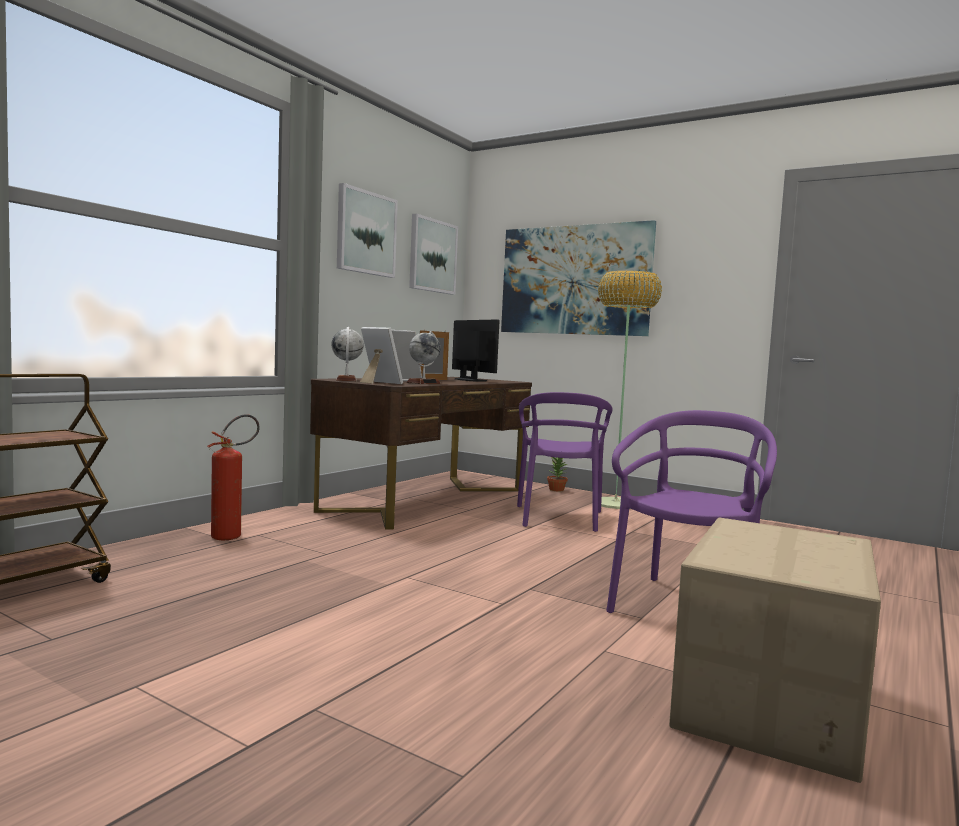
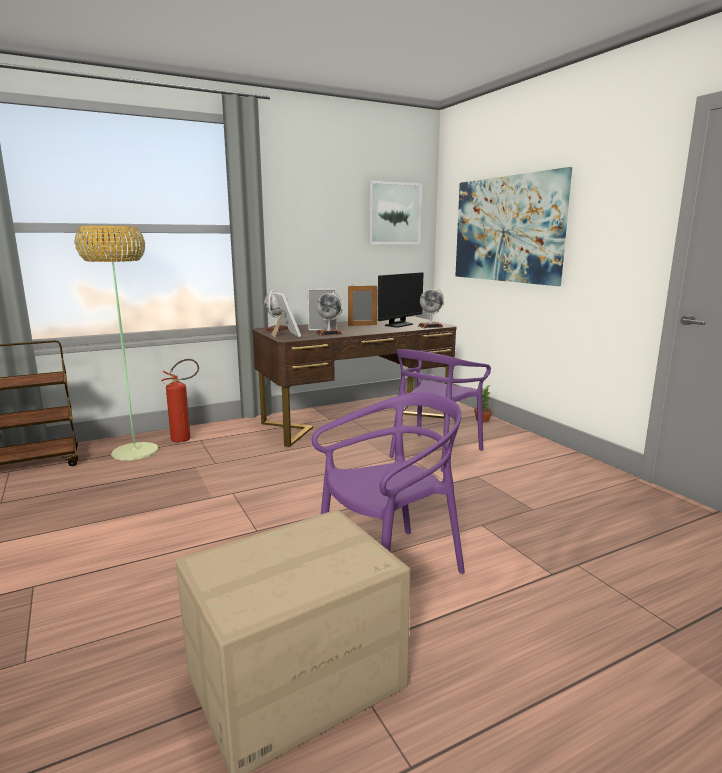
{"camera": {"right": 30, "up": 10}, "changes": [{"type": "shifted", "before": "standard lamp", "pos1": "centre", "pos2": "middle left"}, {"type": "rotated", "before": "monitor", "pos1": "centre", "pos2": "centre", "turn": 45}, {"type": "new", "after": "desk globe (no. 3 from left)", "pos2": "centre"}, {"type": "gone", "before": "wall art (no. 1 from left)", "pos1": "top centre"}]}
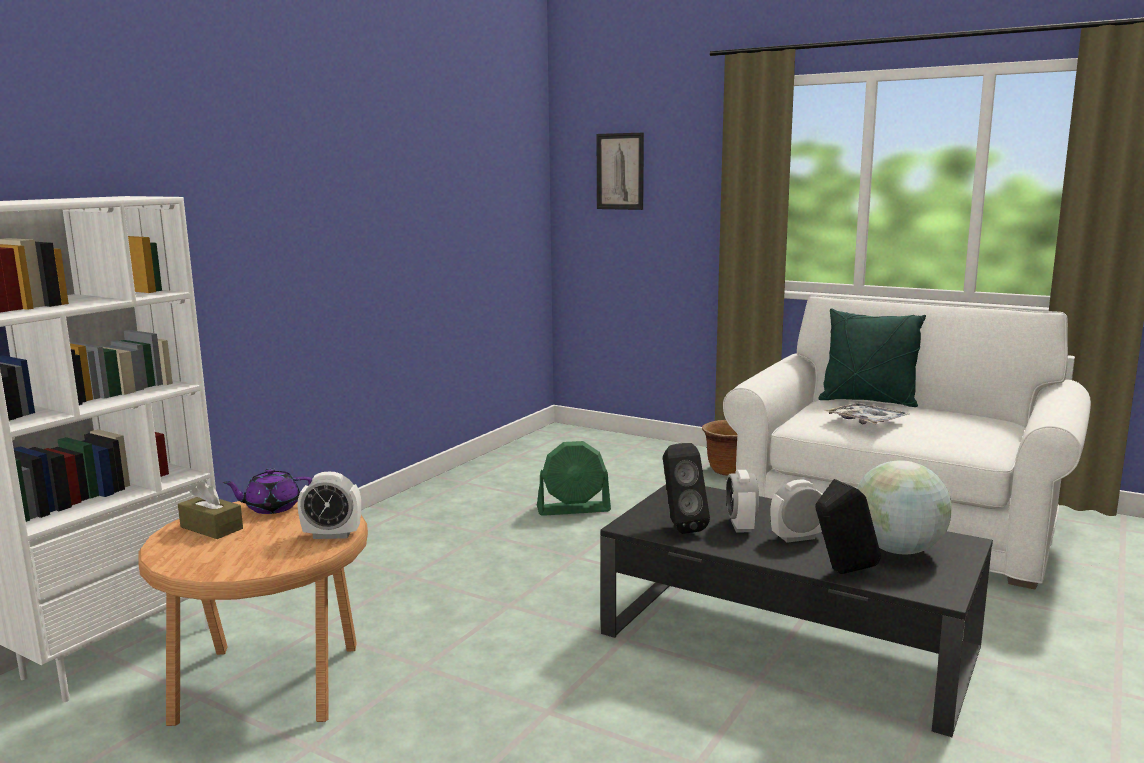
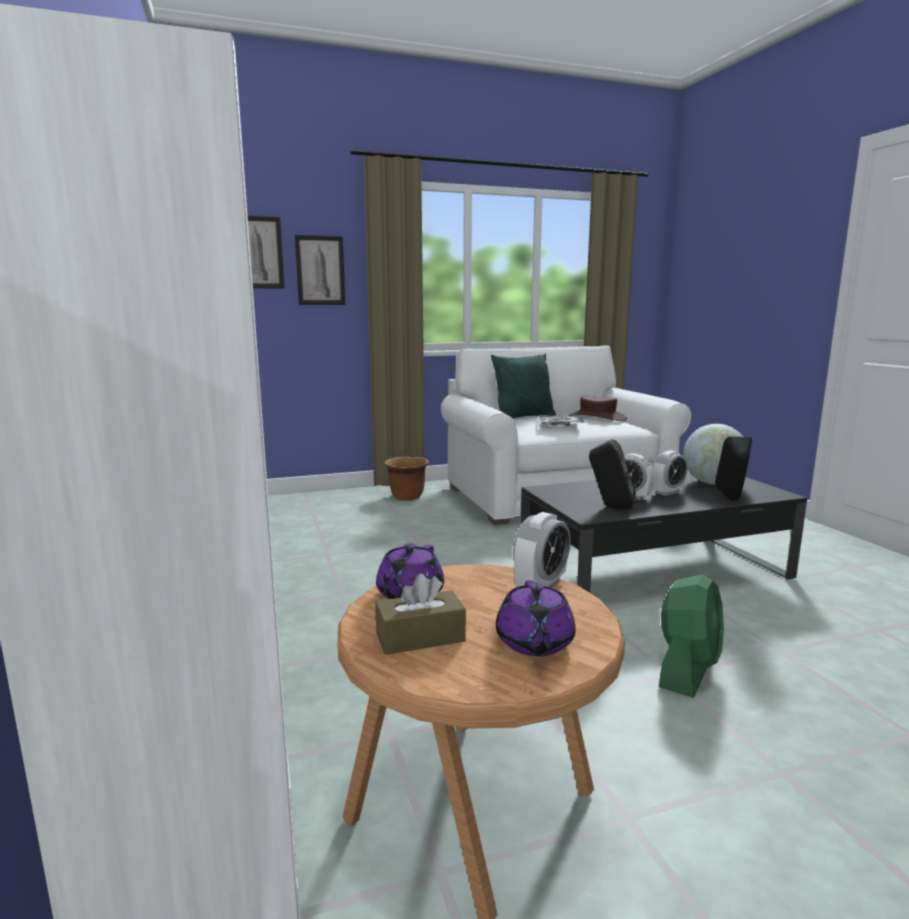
{"camera": {"right": -50, "up": 0}, "changes": [{"type": "new", "after": "wall art (no. 2 from left)", "pos2": "top centre"}, {"type": "new", "after": "tea pot in purple-coloured (no. 2 from left)", "pos2": "bottom centre"}, {"type": "new", "after": "clothing hat in brownish", "pos2": "centre"}, {"type": "rotated", "before": "table clock (no. 3 from left)", "pos1": "bottom right", "pos2": "middle right", "turn": -150}, {"type": "shifted", "before": "electric fan in greenish", "pos1": "centre", "pos2": "bottom right"}]}
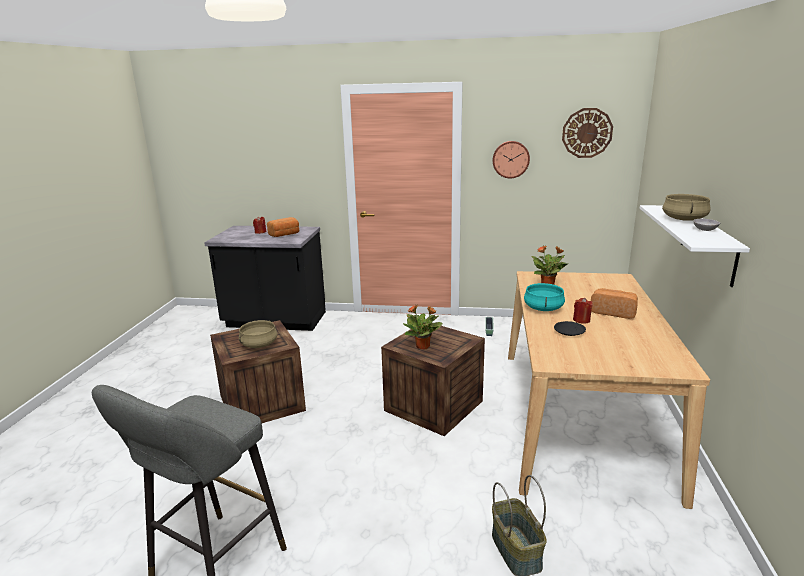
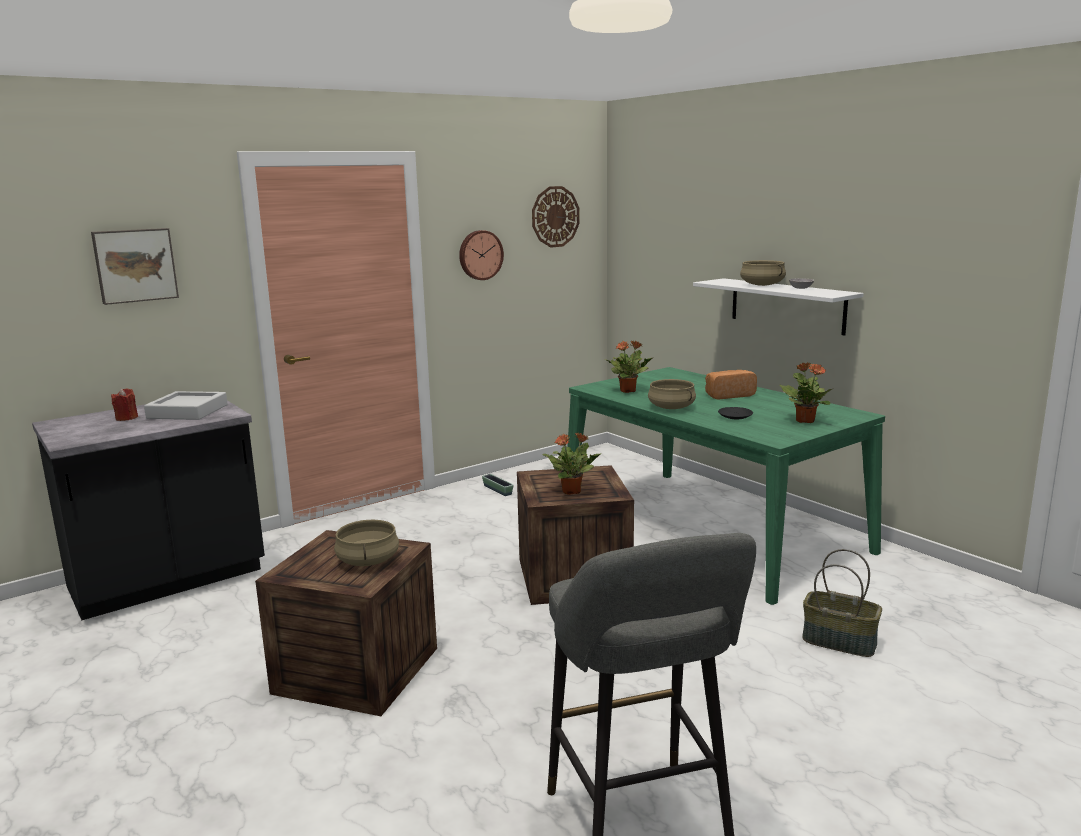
{"camera": {"right": -45, "up": -5}, "changes": [{"type": "new", "after": "wall art", "pos2": "top left"}, {"type": "swapped", "before": "bread (no. 1 from left)", "after": "tray in greyish", "pos1": "centre", "pos2": "middle left"}, {"type": "repainted", "before": "dinner table in beige", "after": "dinner table in greenish", "pos1": "bottom right", "pos2": "middle right"}, {"type": "repainted", "before": "stockpot in turquoise", "after": "stockpot in beige (no. 2 from left)", "pos1": "middle right", "pos2": "centre"}, {"type": "new", "after": "plant in a pot (no. 3 from left)", "pos2": "middle right"}, {"type": "gone", "before": "wax candle in reddish (no. 2 from left)", "pos1": "middle right"}]}
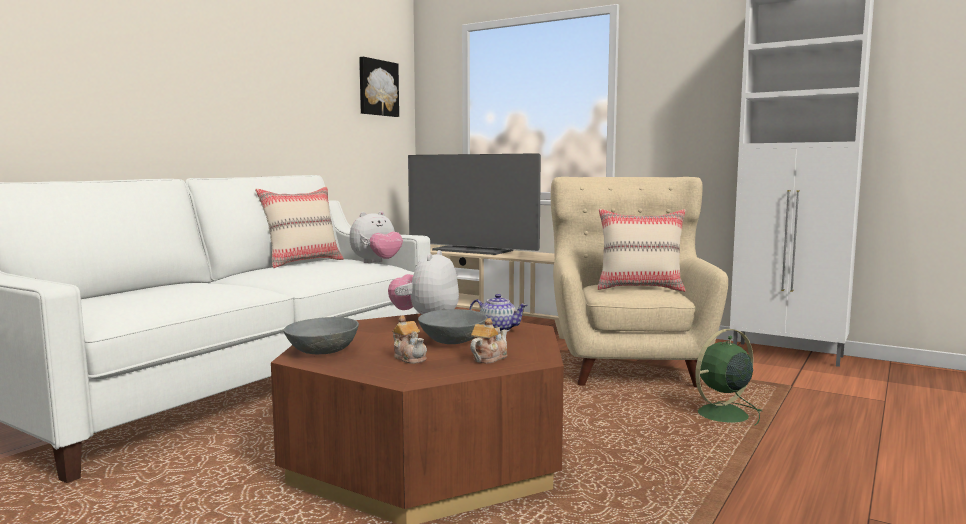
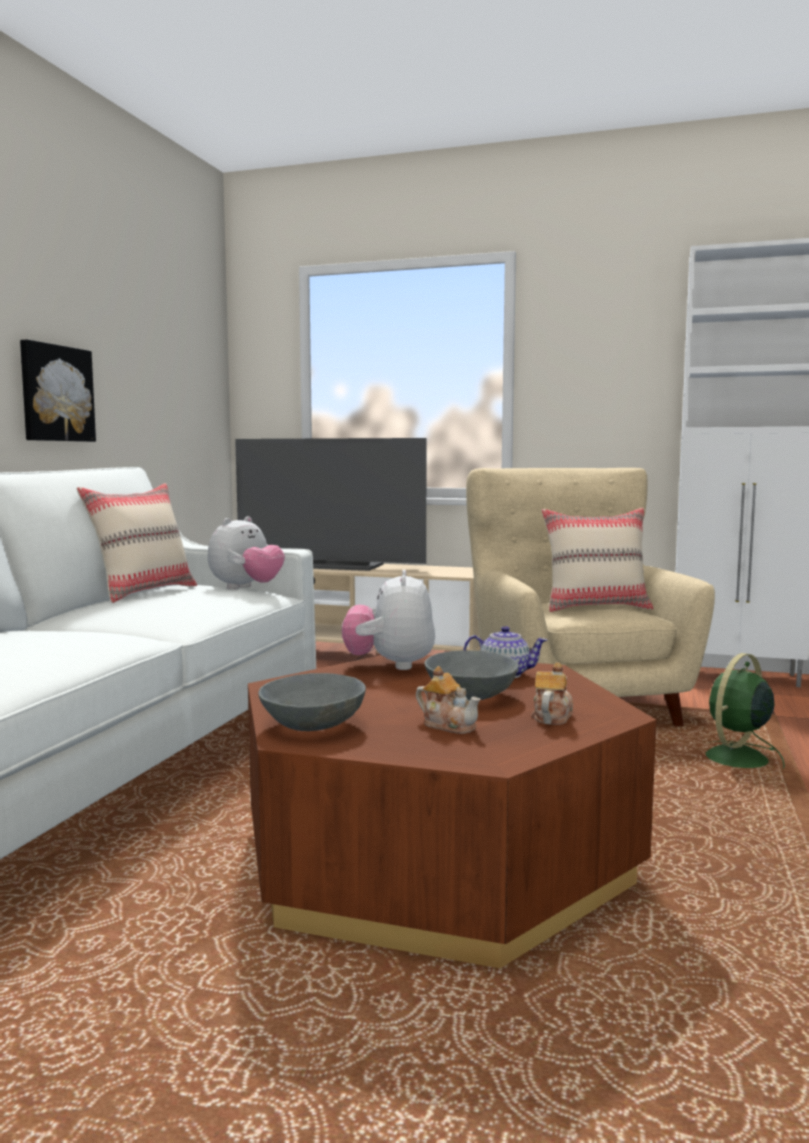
{"camera": {"right": -15, "up": 0}, "changes": [{"type": "shifted", "before": "wall art", "pos1": "top centre", "pos2": "middle left"}]}
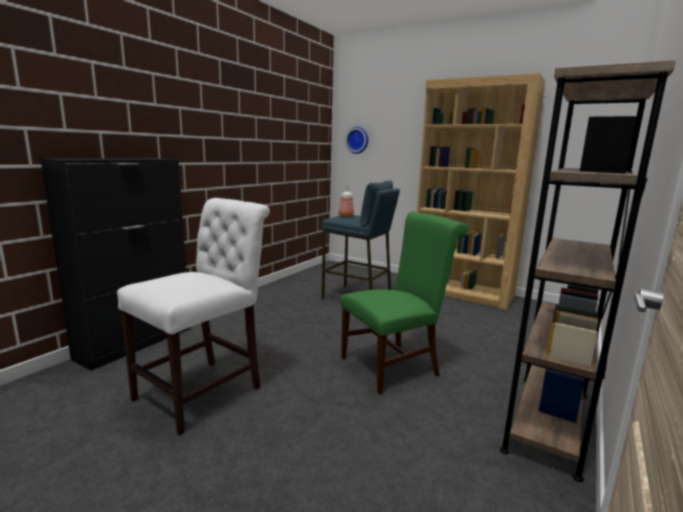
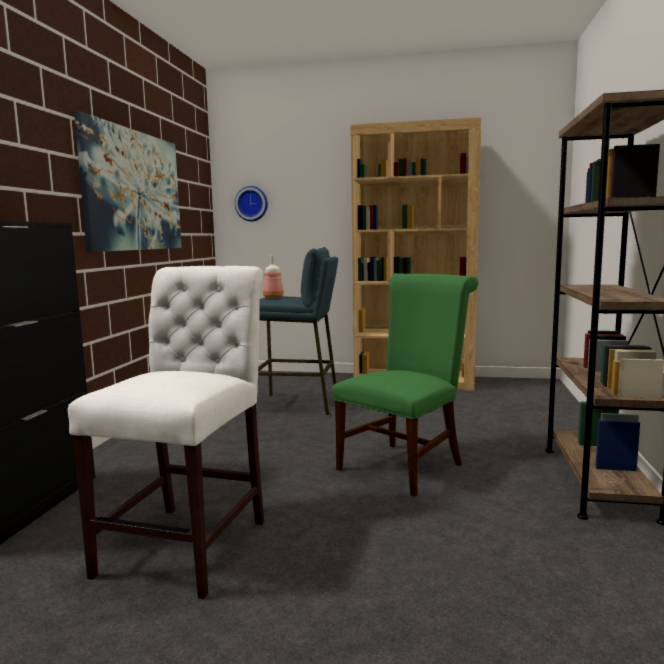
{"camera": {"right": -20, "up": -5}, "changes": [{"type": "new", "after": "wall art", "pos2": "top left"}]}
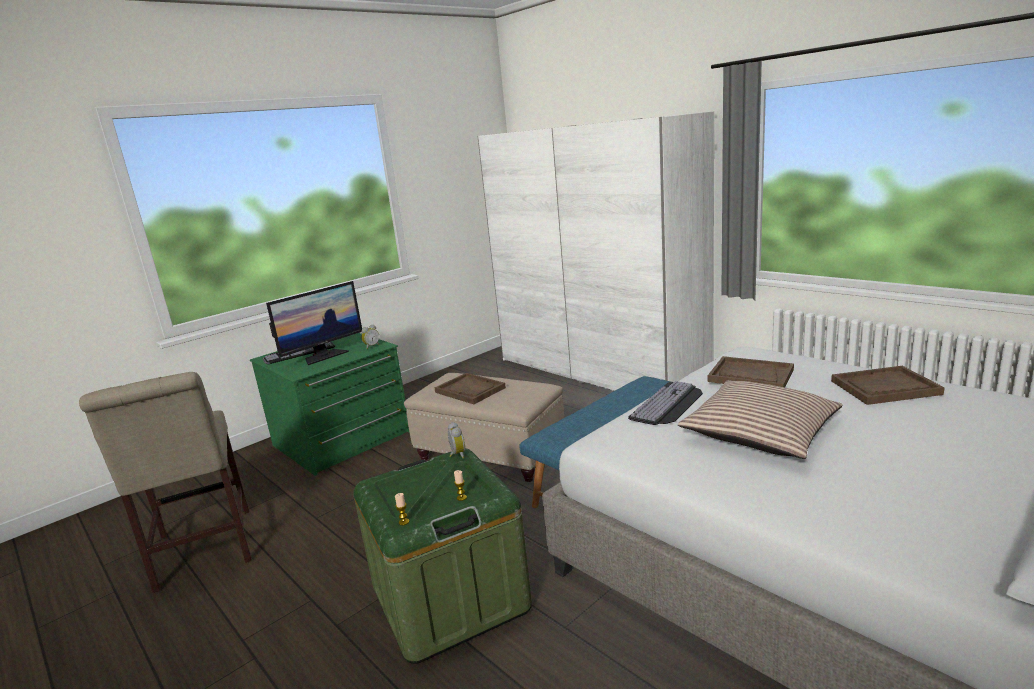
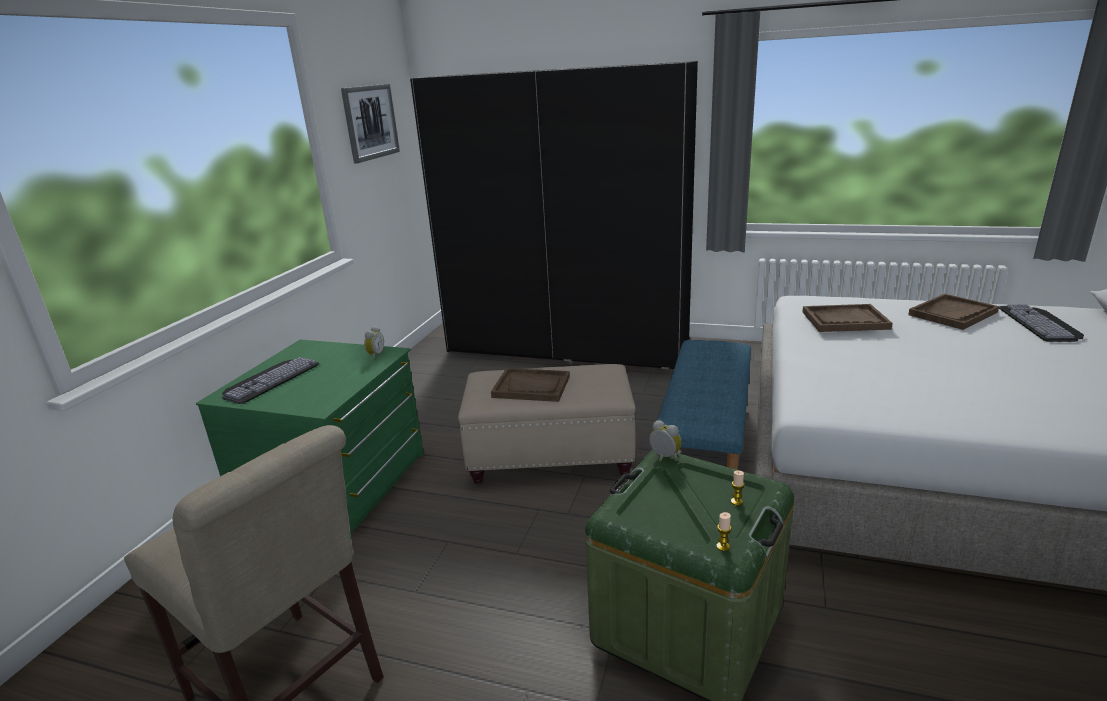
{"camera": {"right": -30, "up": 5}, "changes": [{"type": "new", "after": "wall art", "pos2": "top centre"}, {"type": "repainted", "before": "wardrobe in whitish", "after": "wardrobe in blackish", "pos1": "centre", "pos2": "top centre"}, {"type": "shifted", "before": "PC keyboard (no. 2 from left)", "pos1": "centre", "pos2": "middle right"}, {"type": "gone", "before": "monitor", "pos1": "middle left"}, {"type": "gone", "before": "throw pillow", "pos1": "middle right"}]}
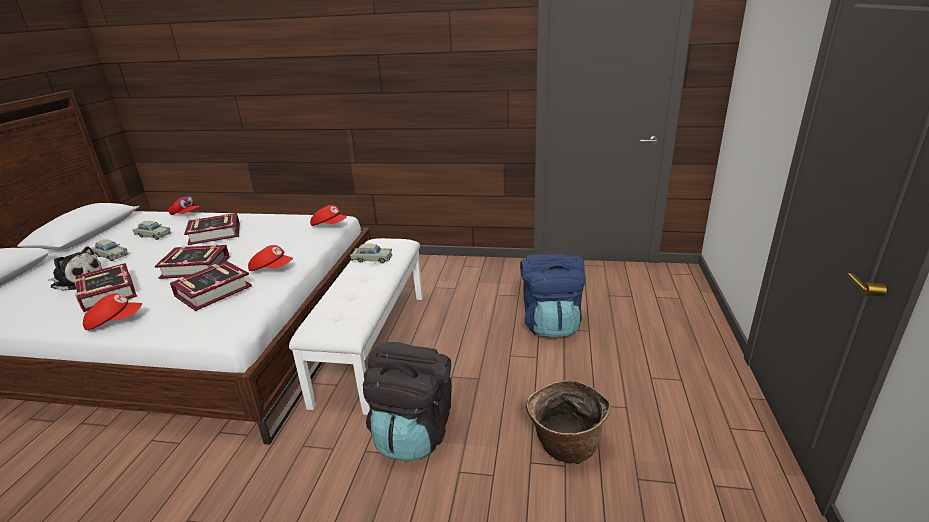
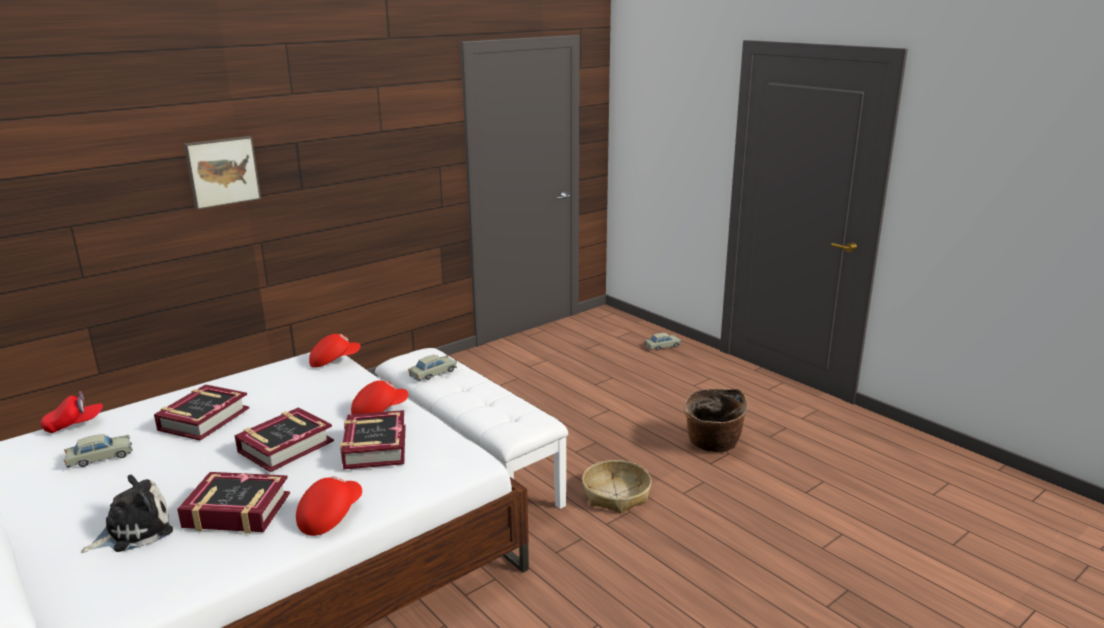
{"camera": {"right": -50, "up": -5}, "changes": [{"type": "new", "after": "wall art", "pos2": "top left"}, {"type": "swapped", "before": "backpack in blackish", "after": "storage basket (no. 1 from left)", "pos1": "bottom centre", "pos2": "bottom centre"}, {"type": "shifted", "before": "model car in beige (no. 1 from left in the first image)", "after": "model car in beige (no. 3 from left)", "pos1": "middle left", "pos2": "centre"}, {"type": "gone", "before": "backpack in bluish", "pos1": "centre"}]}
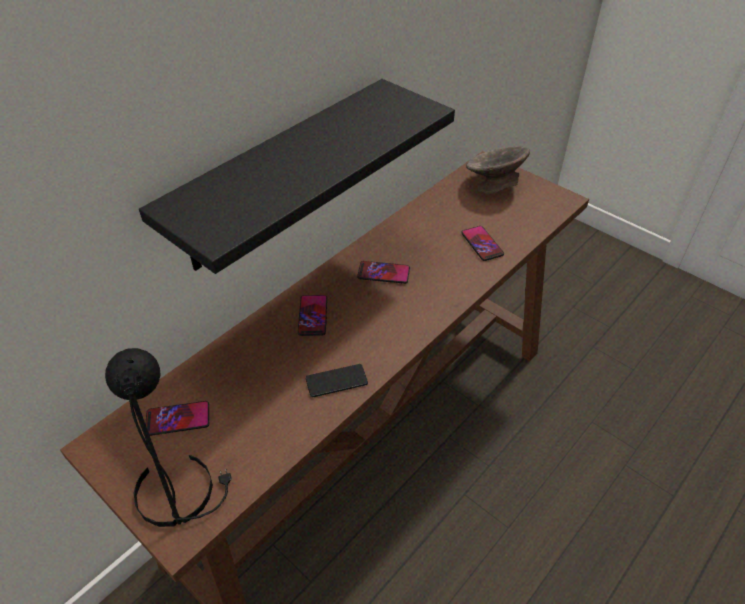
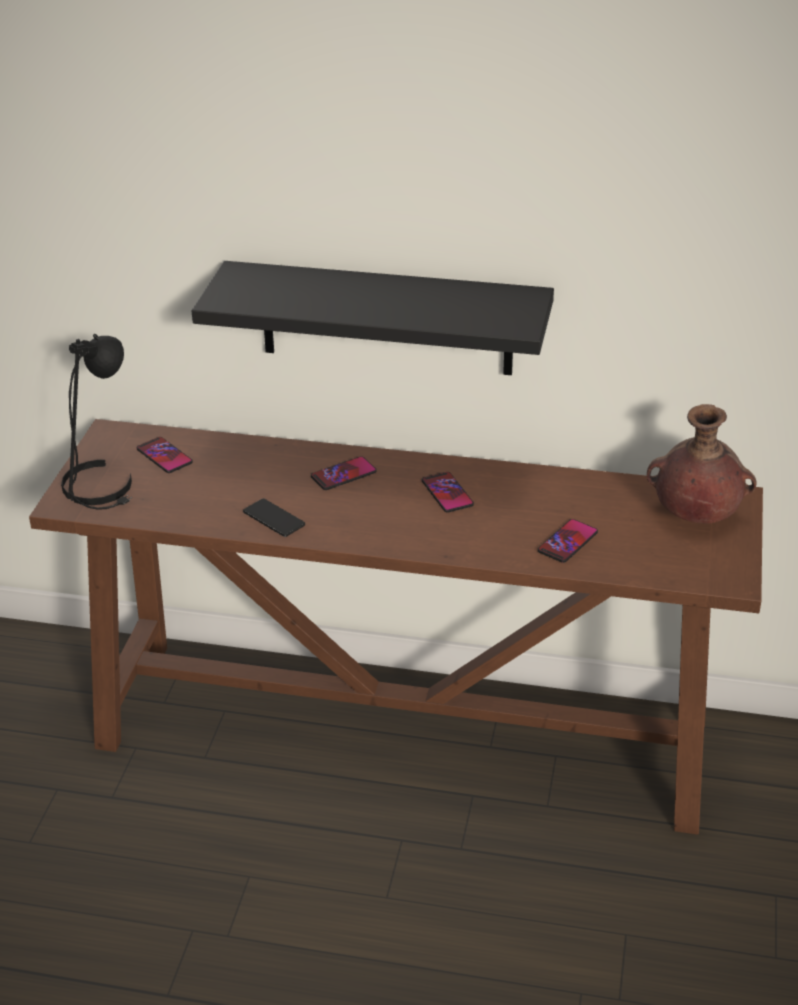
{"camera": {"right": 60, "up": -10}, "changes": [{"type": "swapped", "before": "serving bowl in greyish", "after": "flower vase in brownish", "pos1": "top right", "pos2": "middle right"}]}
